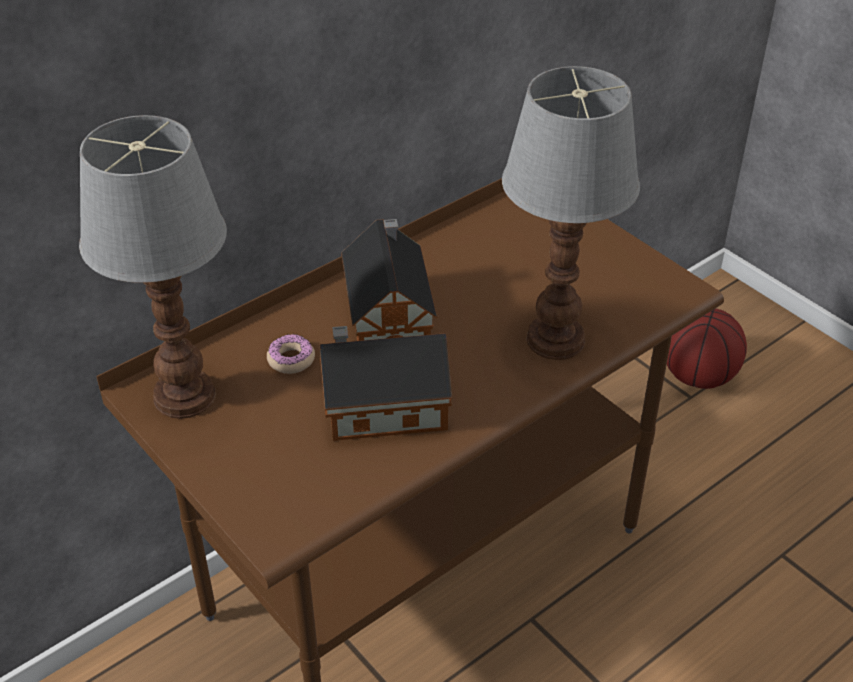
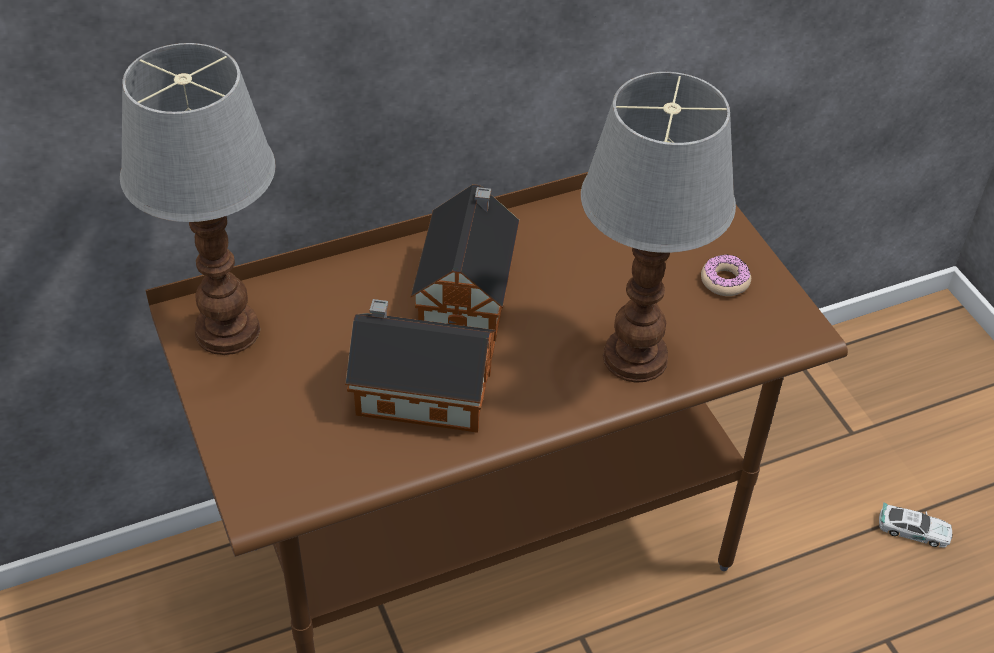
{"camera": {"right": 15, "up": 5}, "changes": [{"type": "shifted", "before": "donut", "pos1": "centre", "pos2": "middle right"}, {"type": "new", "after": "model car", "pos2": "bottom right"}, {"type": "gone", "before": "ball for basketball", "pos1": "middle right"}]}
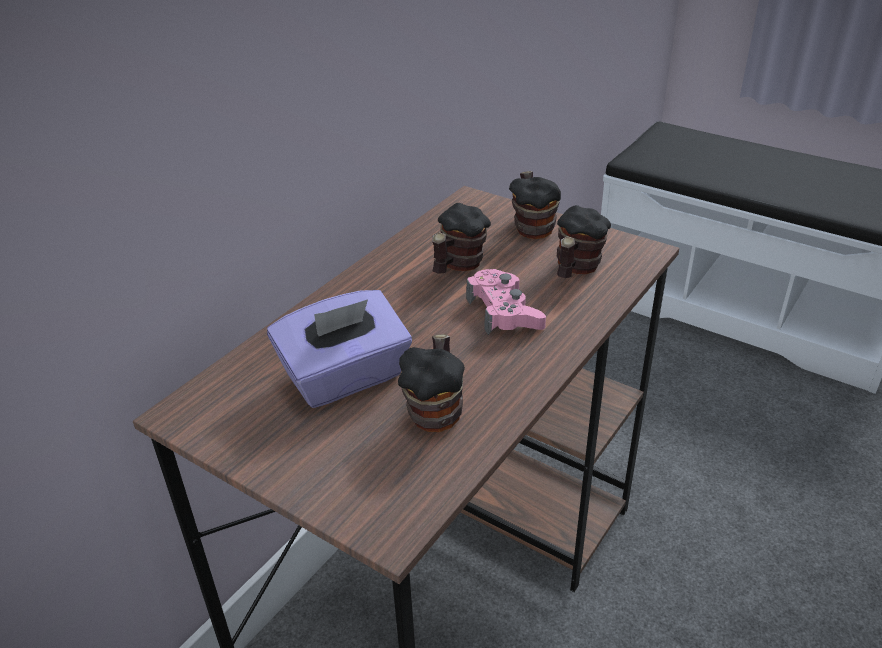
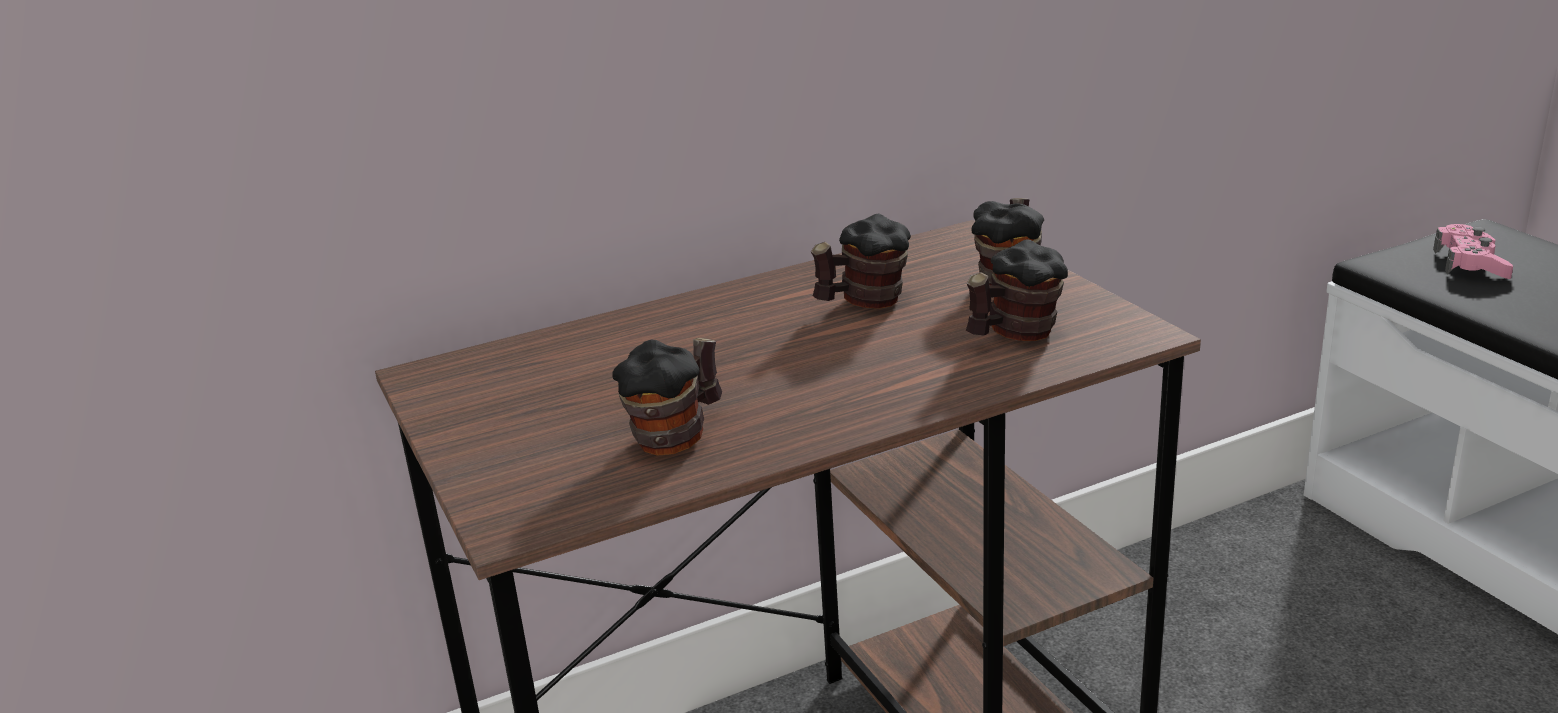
{"camera": {"right": 30, "up": -10}, "changes": [{"type": "shifted", "before": "game controller in pinkish", "pos1": "centre", "pos2": "middle right"}, {"type": "gone", "before": "tissue box in purple-coloured", "pos1": "centre"}]}
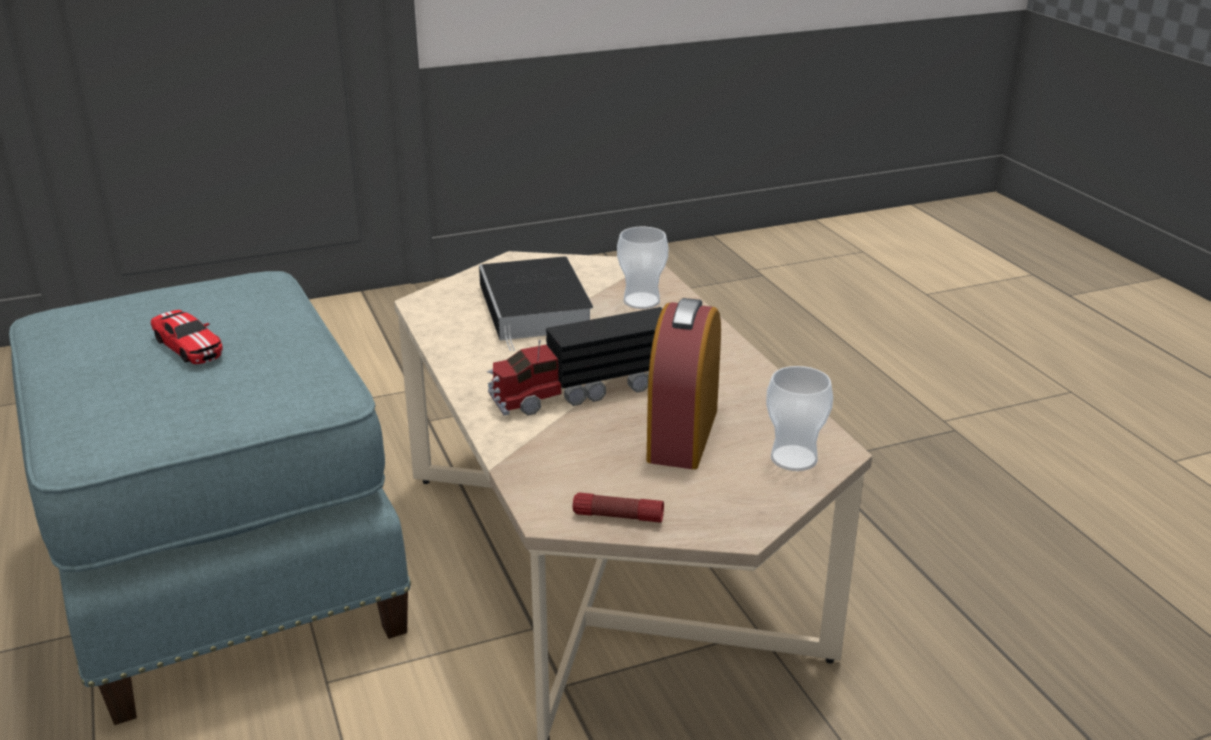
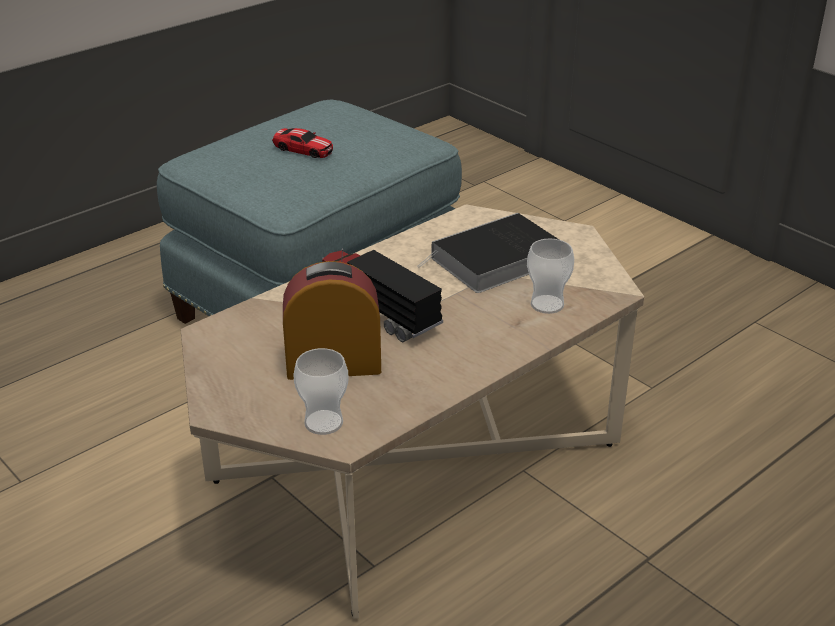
{"camera": {"right": 70, "up": 5}, "changes": [{"type": "rotated", "before": "model car", "pos1": "middle left", "pos2": "top centre", "turn": -90}, {"type": "gone", "before": "hand torch", "pos1": "bottom centre"}]}
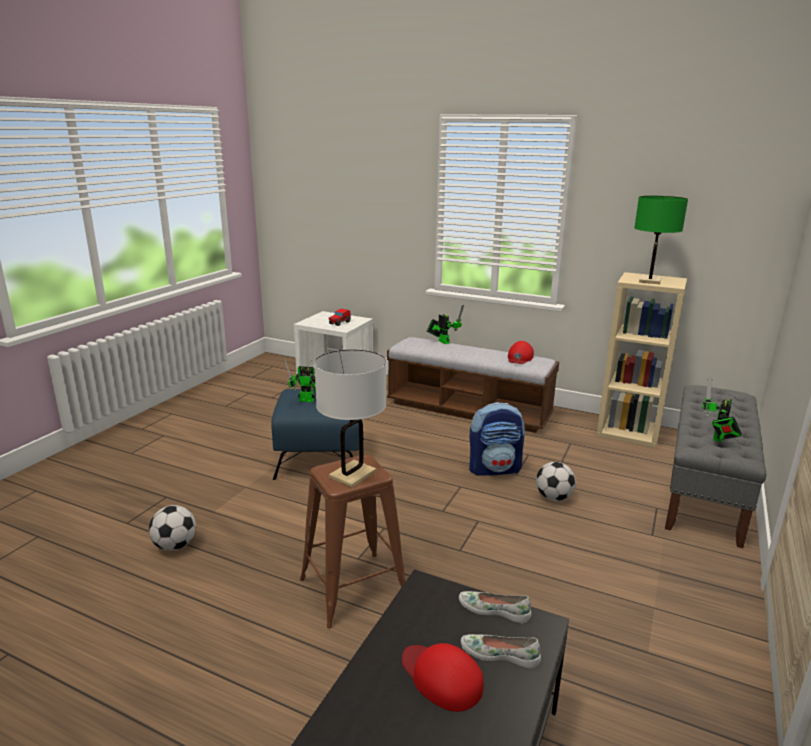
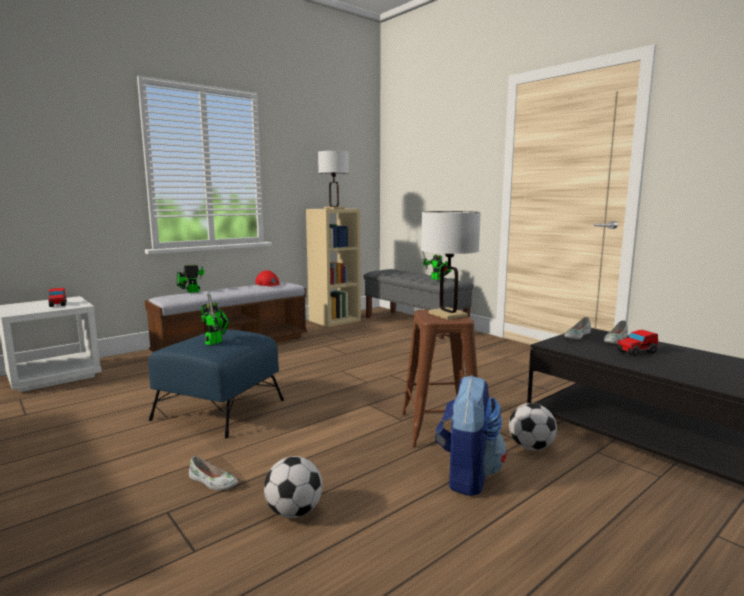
{"camera": {"right": -65, "up": -10}, "changes": [{"type": "new", "after": "low shoe in whitish (no. 1 from left)", "pos2": "bottom left"}, {"type": "repainted", "before": "table lamp in greenish", "after": "table lamp in whitish (no. 1 from left)", "pos1": "top right", "pos2": "top centre"}, {"type": "shifted", "before": "backpack", "pos1": "centre", "pos2": "bottom centre"}, {"type": "shifted", "before": "ball for football (no. 2 from left)", "pos1": "middle right", "pos2": "bottom right"}, {"type": "swapped", "before": "peaked cap in reddish (no. 1 from left)", "after": "model car (no. 2 from left)", "pos1": "bottom centre", "pos2": "middle right"}]}
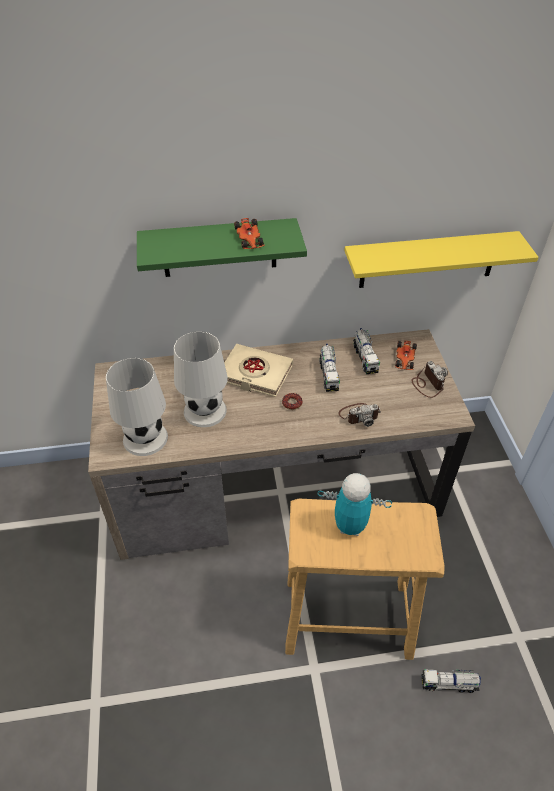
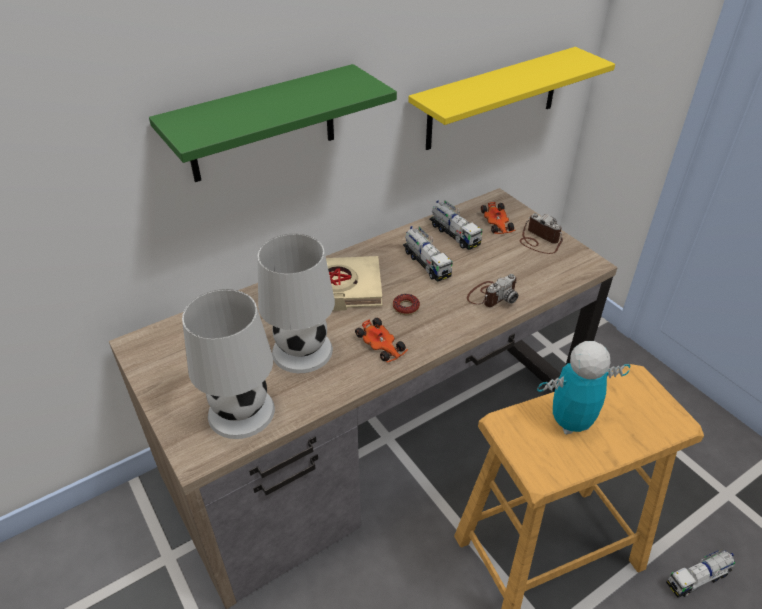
{"camera": {"right": -25, "up": -5}, "changes": [{"type": "shifted", "before": "model car (no. 1 from left)", "pos1": "top centre", "pos2": "centre"}]}
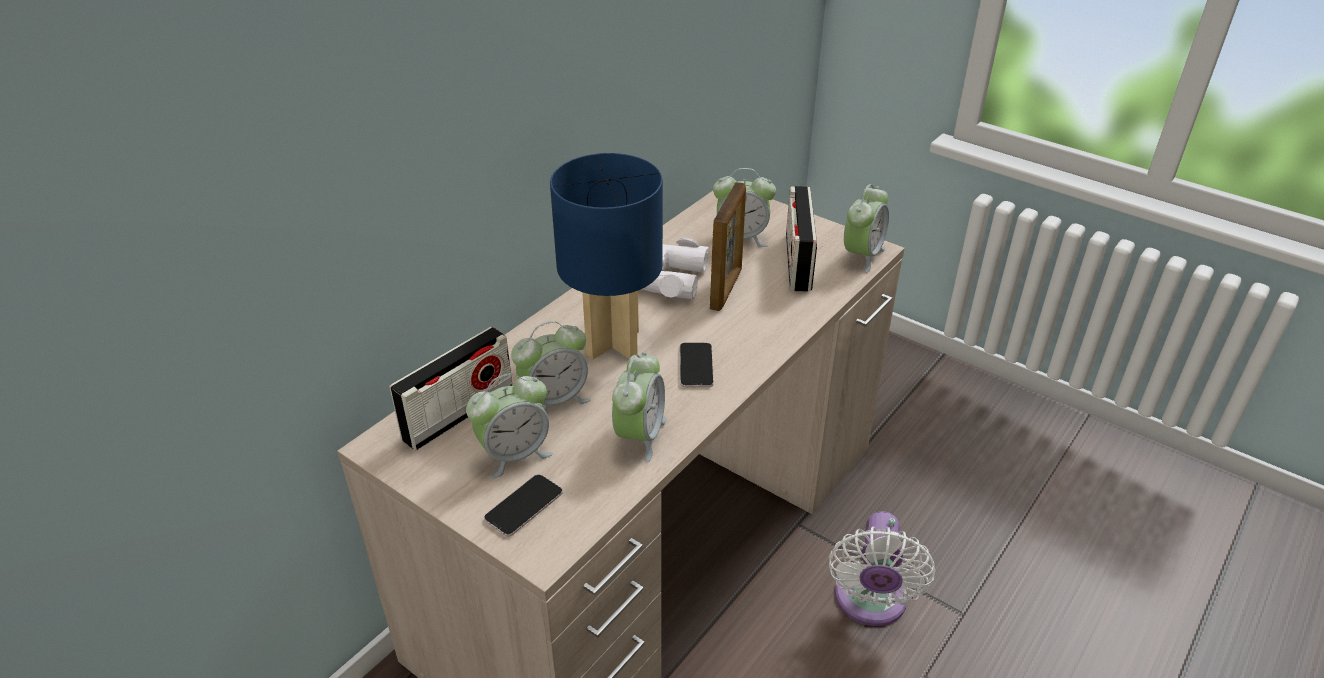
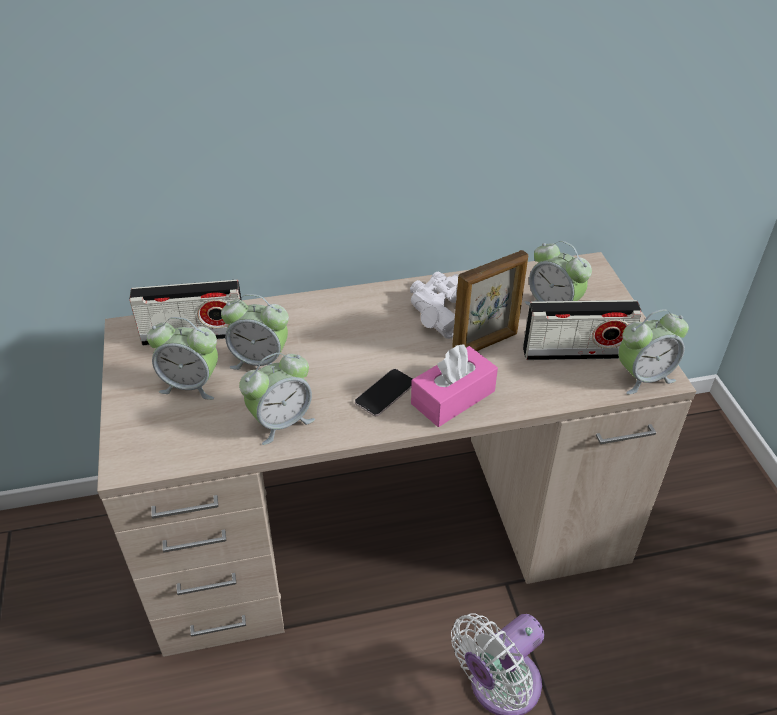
{"camera": {"right": 40, "up": 5}, "changes": [{"type": "new", "after": "tissue box in pinkish", "pos2": "centre"}, {"type": "rotated", "before": "radio set (no. 2 from left)", "pos1": "centre", "pos2": "middle right", "turn": -135}, {"type": "gone", "before": "telephone (no. 1 from left)", "pos1": "bottom centre"}, {"type": "gone", "before": "table lamp in bluish", "pos1": "centre"}]}
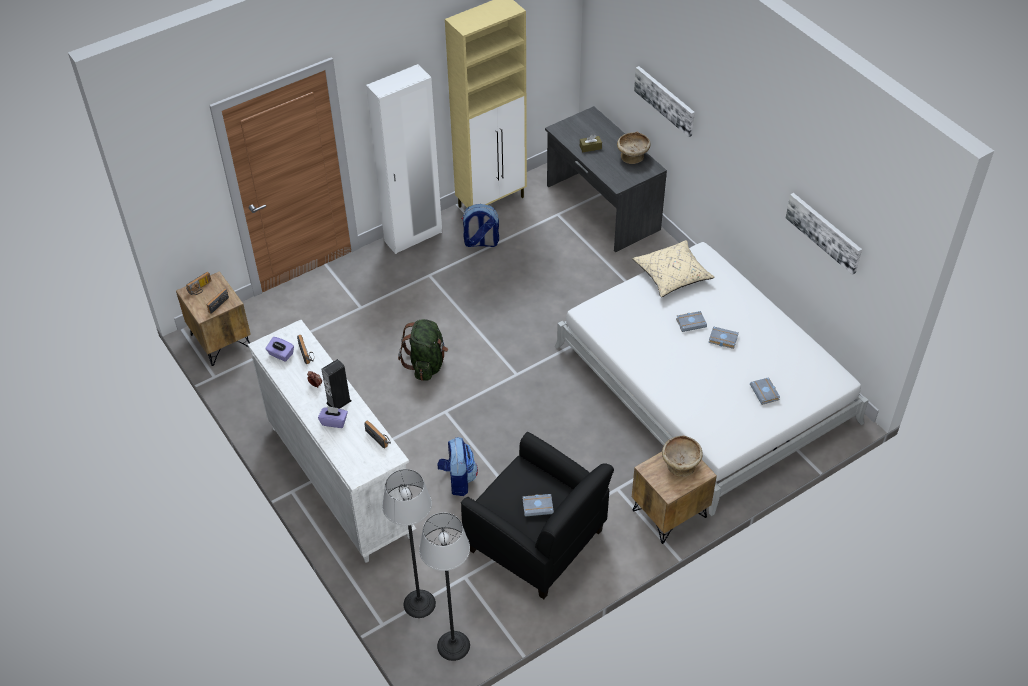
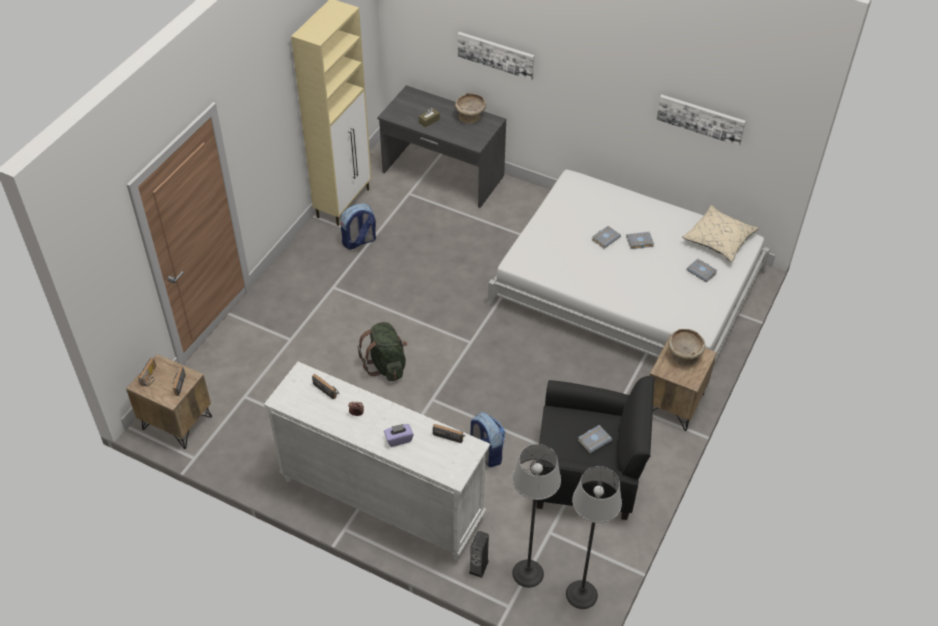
{"camera": {"right": -30, "up": 0}, "changes": [{"type": "shifted", "before": "audio speaker", "pos1": "middle left", "pos2": "bottom centre"}, {"type": "shifted", "before": "throw pillow in beige", "pos1": "centre", "pos2": "middle right"}, {"type": "gone", "before": "tissue box in purple-coloured (no. 1 from left)", "pos1": "middle left"}, {"type": "gone", "before": "wardrobe in whitish", "pos1": "top centre"}]}
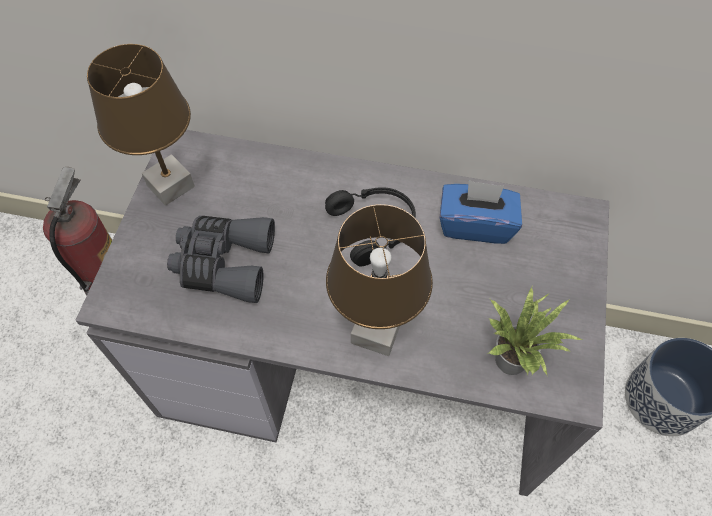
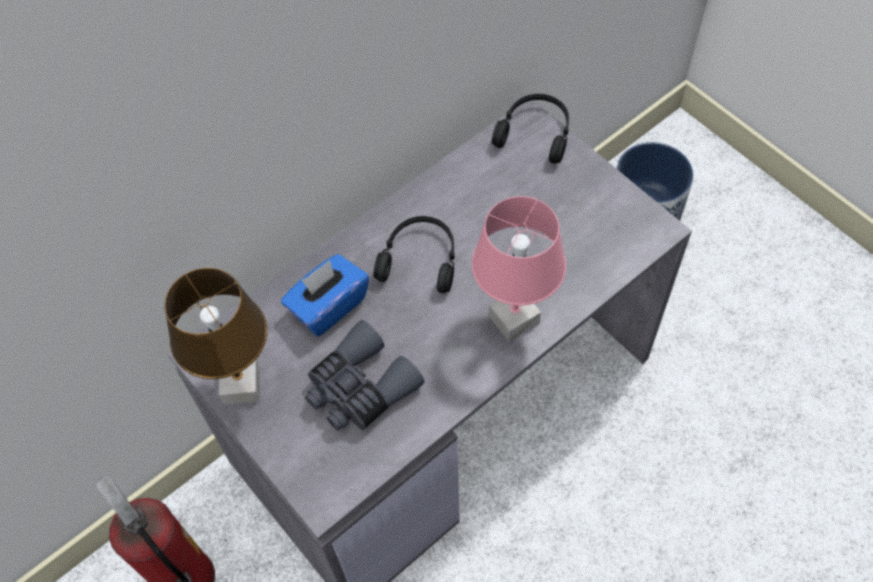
{"camera": {"right": -50, "up": 0}, "changes": [{"type": "shifted", "before": "tissue box in bluish", "pos1": "middle right", "pos2": "centre"}, {"type": "repainted", "before": "table lamp in brownish (no. 2 from left)", "after": "table lamp in pinkish", "pos1": "centre", "pos2": "centre"}, {"type": "new", "after": "headset in blackish (no. 2 from left)", "pos2": "top centre"}, {"type": "gone", "before": "plant in a pot", "pos1": "middle right"}]}
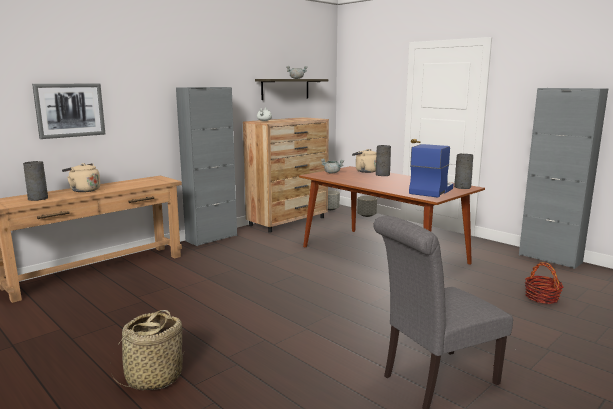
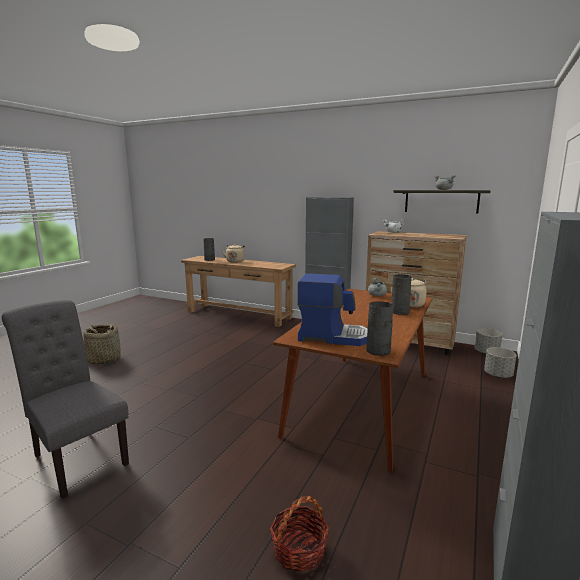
{"camera": {"right": 70, "up": 0}, "changes": [{"type": "gone", "before": "wall art", "pos1": "top left"}]}
